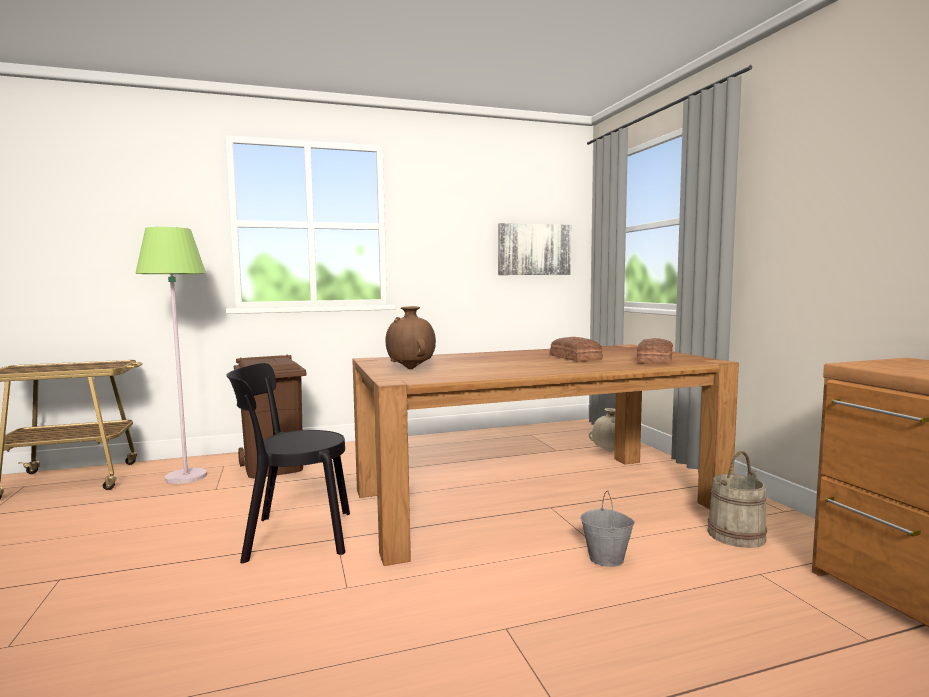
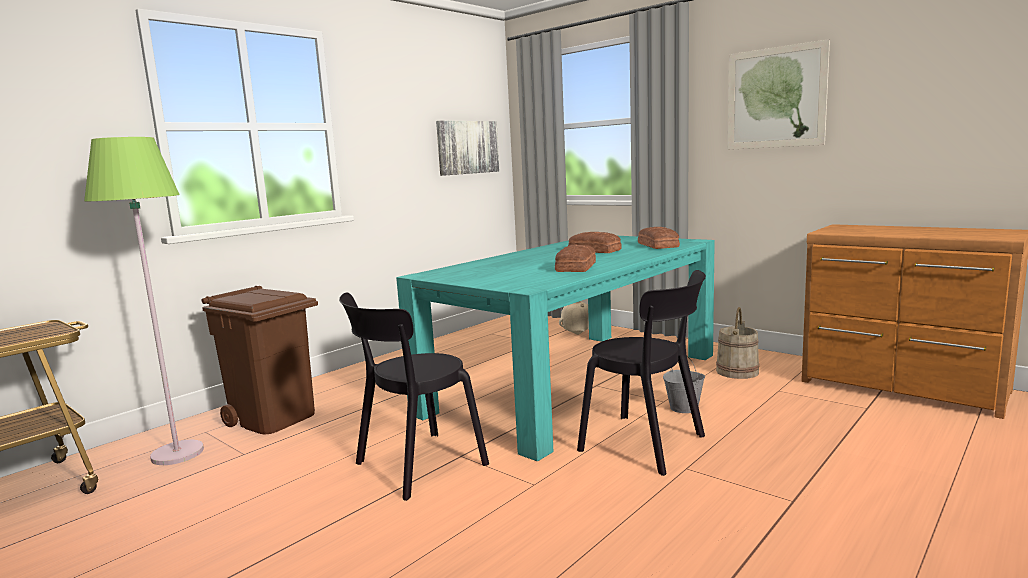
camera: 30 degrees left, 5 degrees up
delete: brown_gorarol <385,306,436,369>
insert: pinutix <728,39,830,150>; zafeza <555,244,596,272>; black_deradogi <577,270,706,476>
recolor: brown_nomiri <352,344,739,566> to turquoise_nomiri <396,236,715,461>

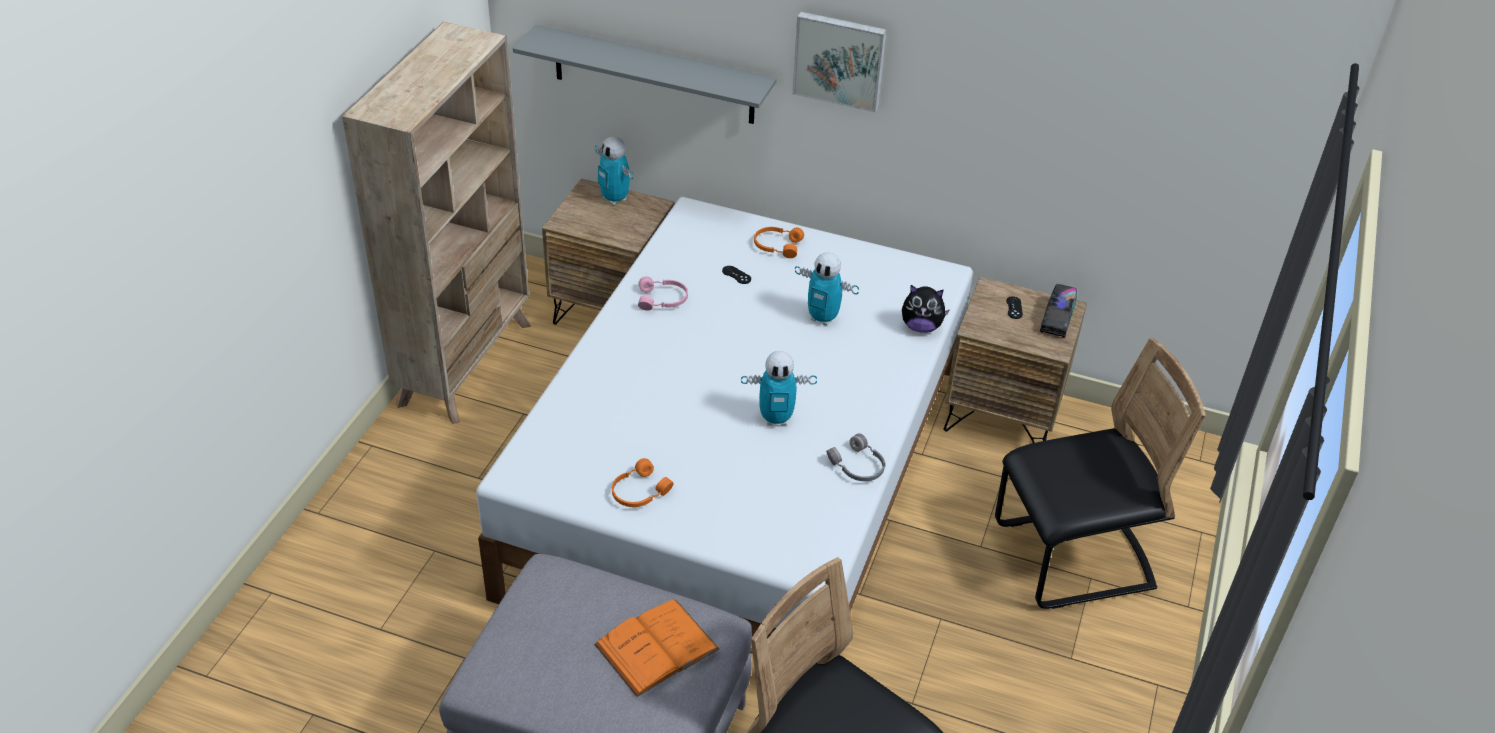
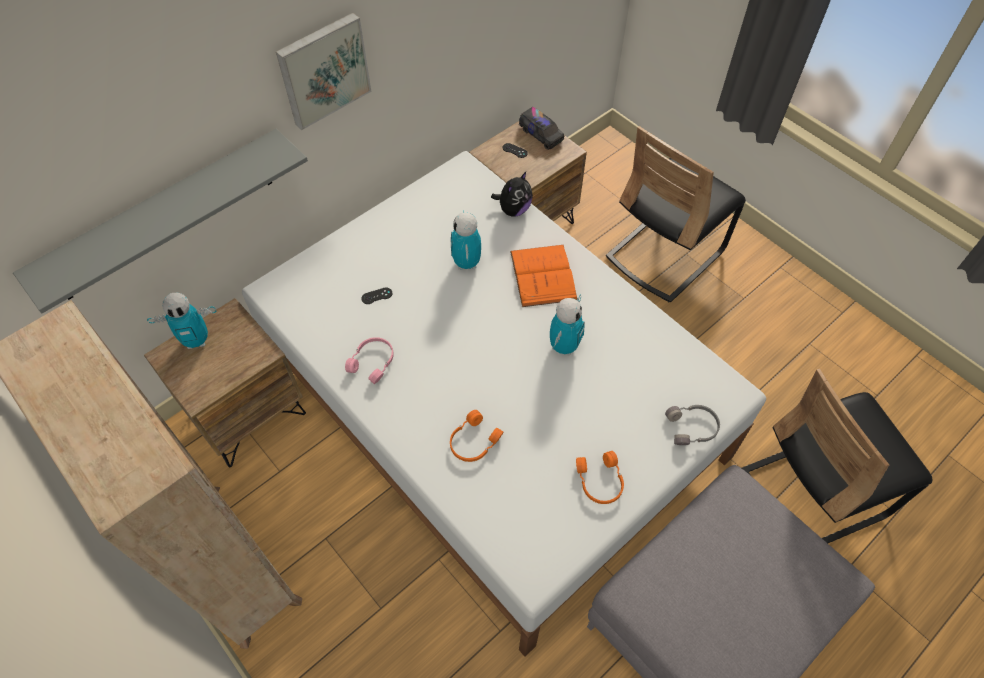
camera: 60 degrees left, 15 degrees up
move: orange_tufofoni <754,227,804,258> to <450,410,503,462>; grey_tufofoni <826,434,885,481> to <665,405,720,445>; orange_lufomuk <594,599,719,697> to <510,245,578,307>
rotate: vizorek <795,252,859,326> = <450,210,481,270> 120 degrees clockwise; black_deradogi <995,338,1206,609> = <606,126,746,303> 150 degrees counterclockwise

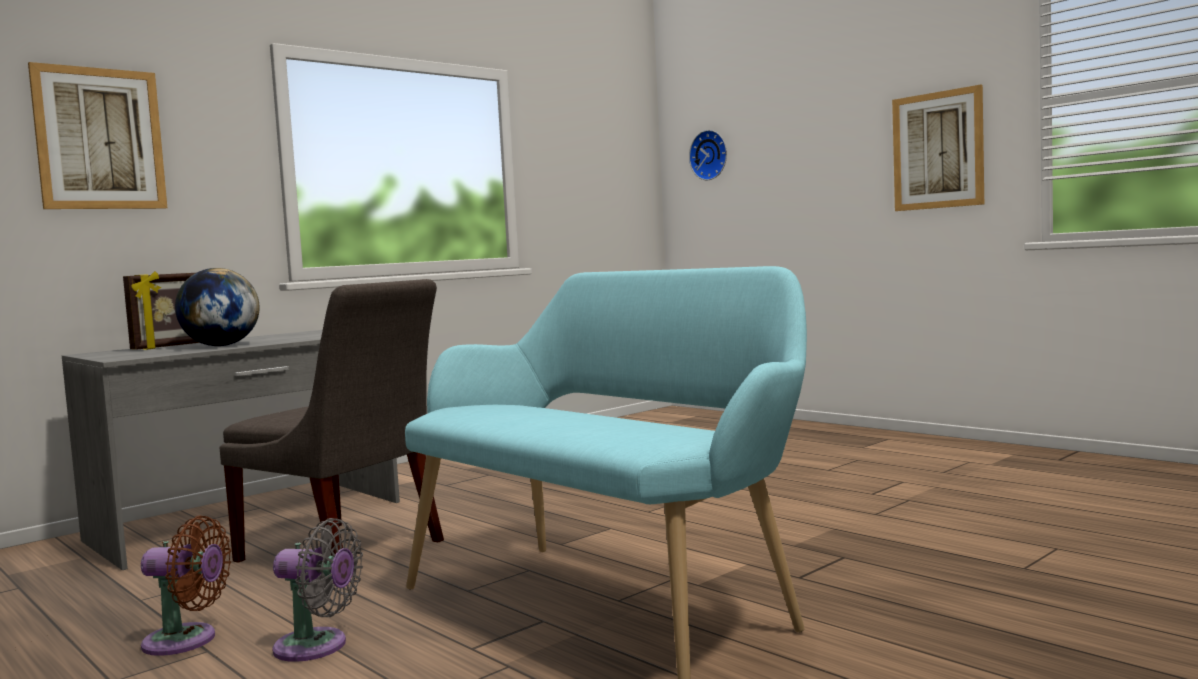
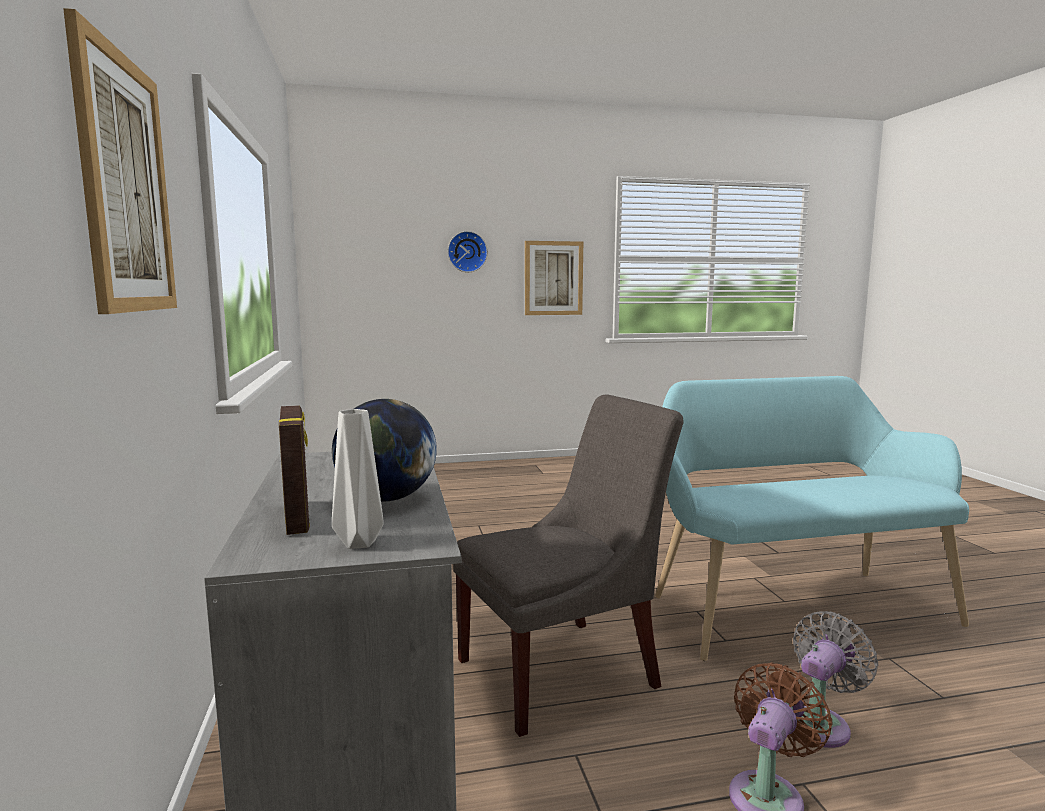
camera: 60 degrees left, 5 degrees up
insert: grey_gorarol <332,409,384,549>
move: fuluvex <689,130,727,180> to <448,231,488,272>

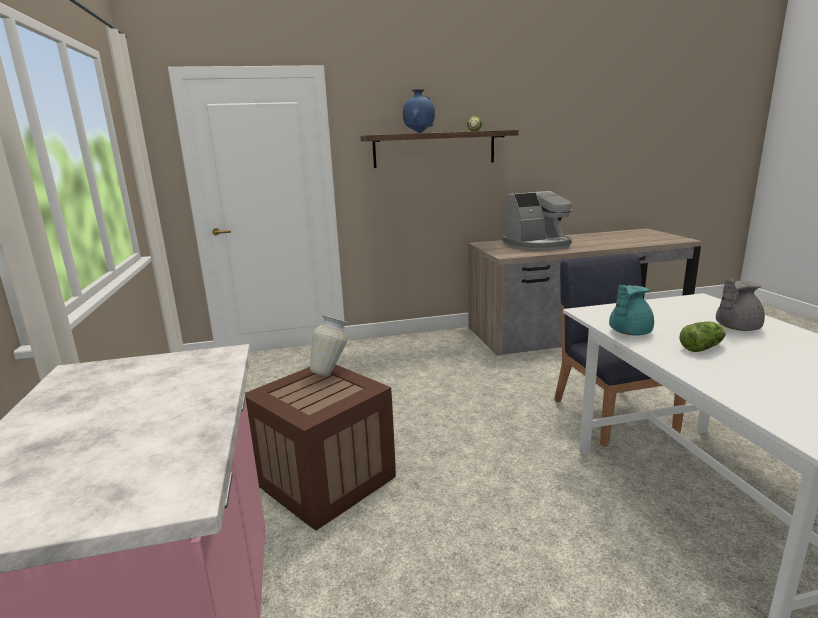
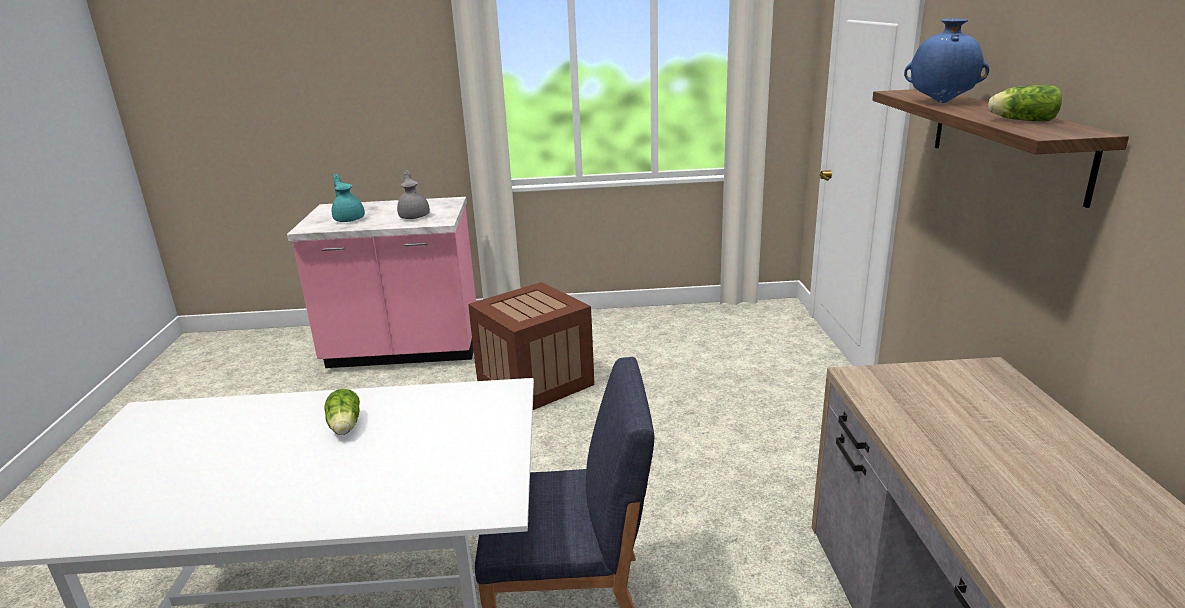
camera: 100 degrees right, 5 degrees up
delete: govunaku <503,191,572,251>; gorarol <310,315,349,376>
move: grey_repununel <716,278,765,331> to <397,170,430,219>; turquoise_repununel <609,285,654,336> to <332,174,365,222>

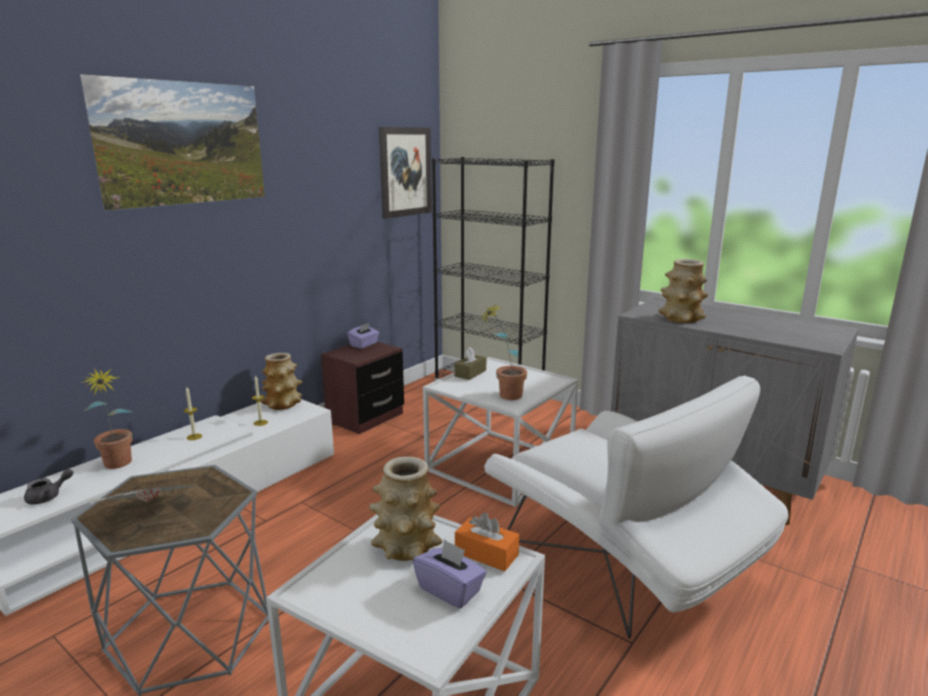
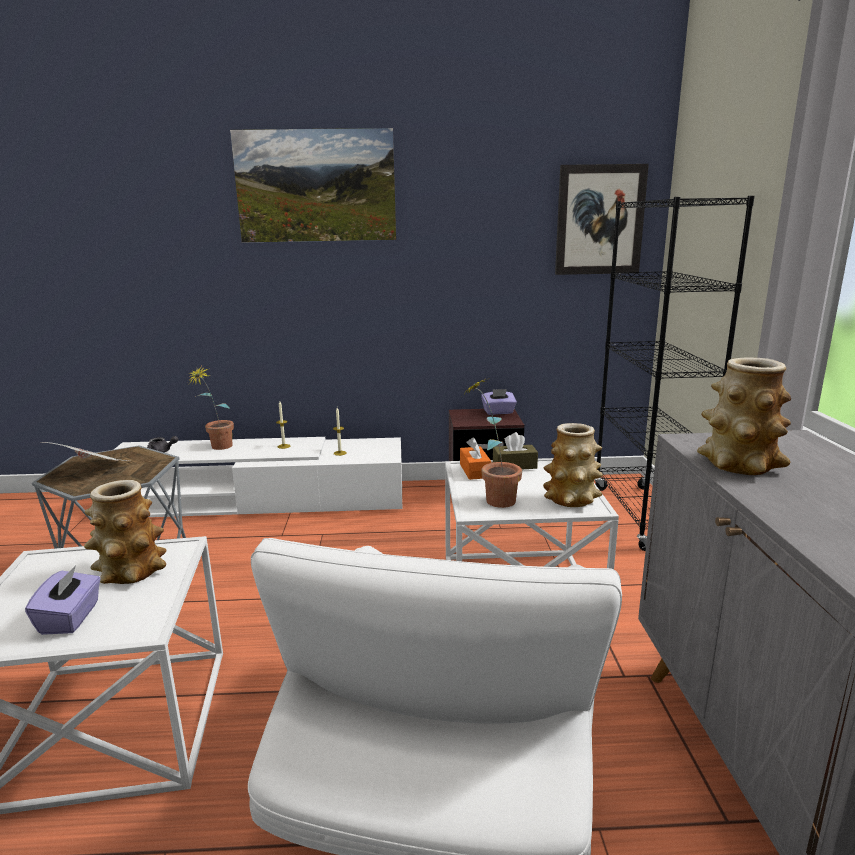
camera: 50 degrees right, 0 degrees up
move: gorarol <261,353,302,410> to <543,423,603,507>; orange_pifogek <455,513,519,571> to <460,438,491,480>

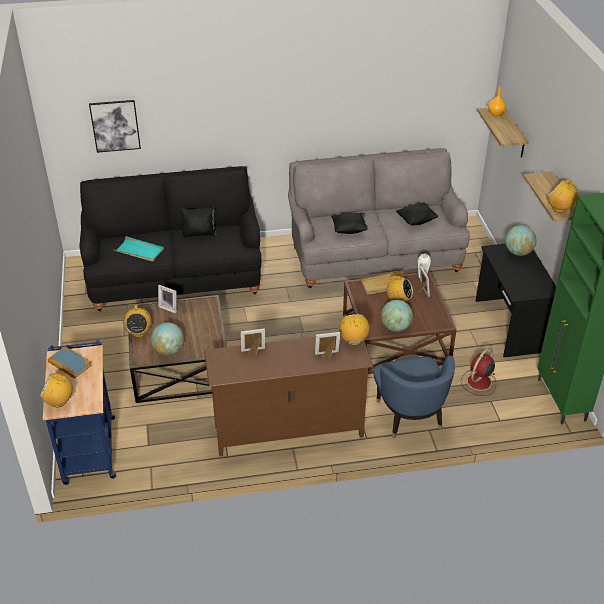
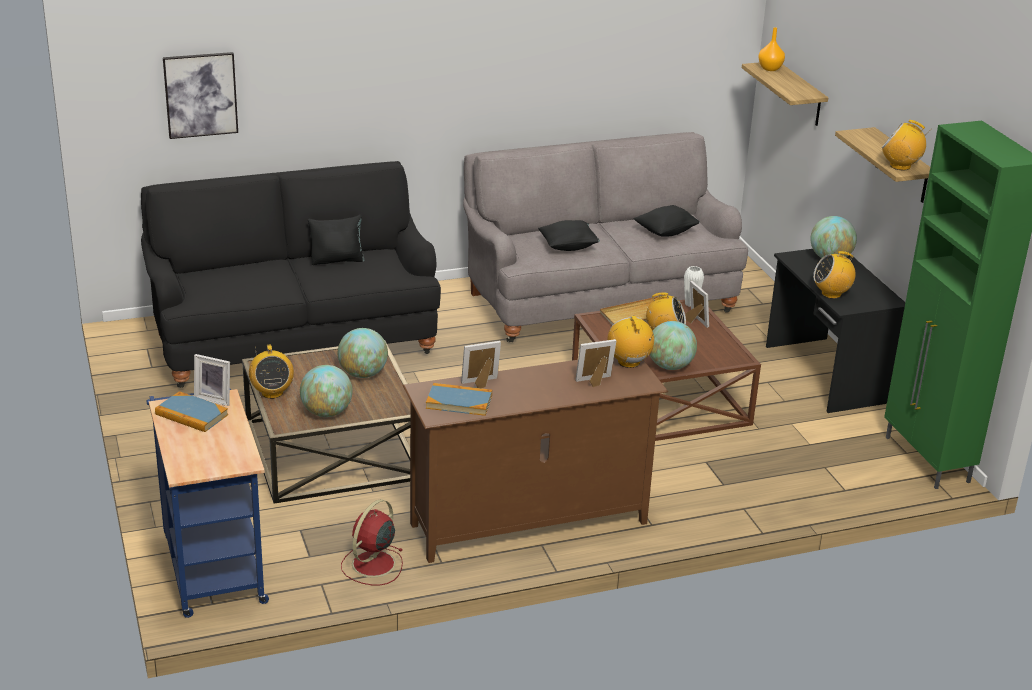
camera: 10 degrees left, 10 degrees down
delete: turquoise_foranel <114,236,164,262>; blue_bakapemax <374,355,455,438>
insert: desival <338,328,388,378>; lufomuk <426,383,492,416>
move: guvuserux <158,285,177,313> to <194,354,230,406>; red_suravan <461,348,496,396> to <341,499,403,585>; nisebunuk <40,373,73,407> to <813,251,856,299>

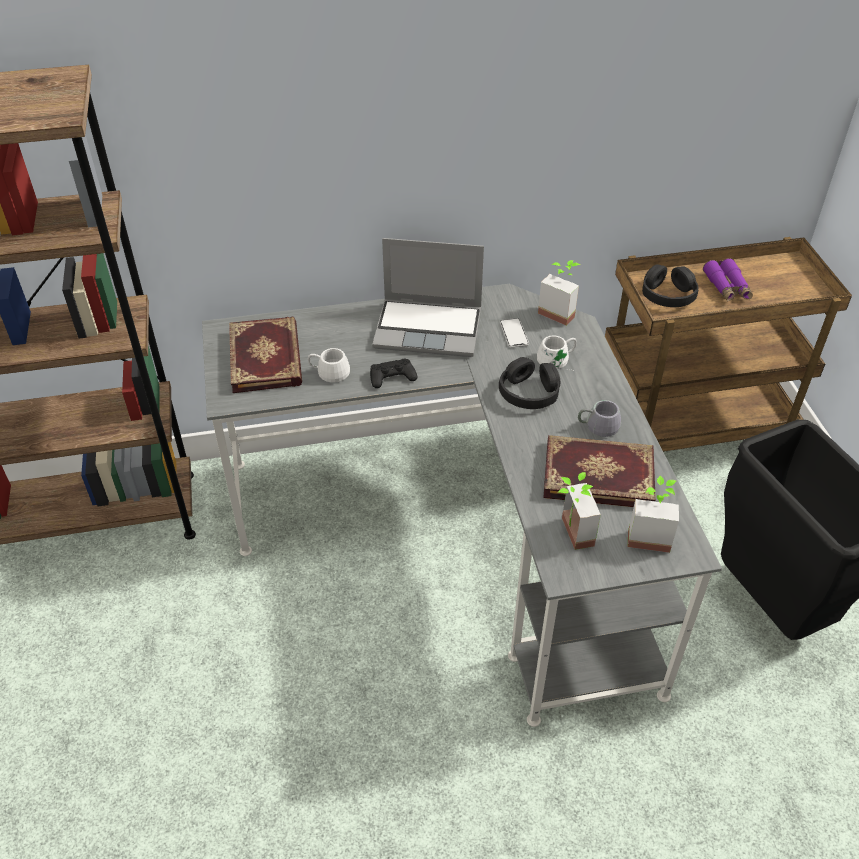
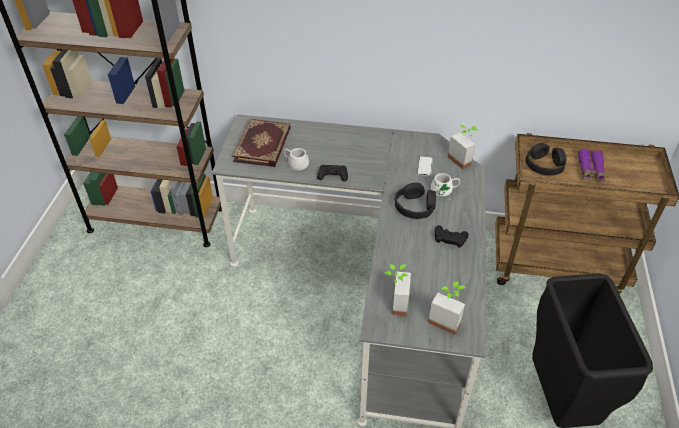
camera: 20 degrees right, 0 degrees up
delete: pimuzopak <372,238,484,357>; lufomuk <543,435,656,507>
replace: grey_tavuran <578,400,621,437> to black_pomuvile <435,225,469,248>

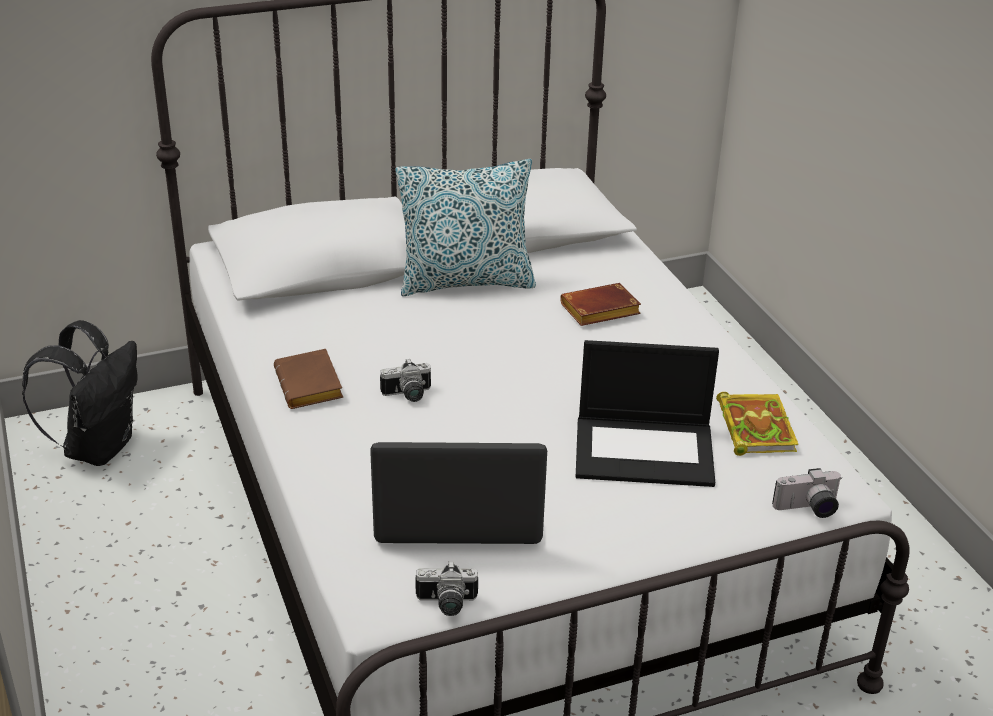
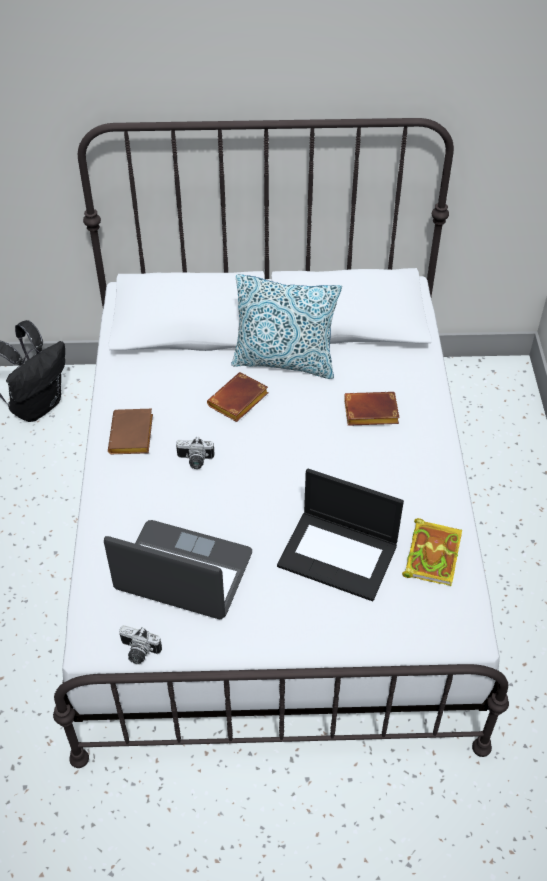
camera: 20 degrees right, 15 degrees up
delete: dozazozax <772,468,842,518>
insert: brown_lufomuk <207,372,269,422>

